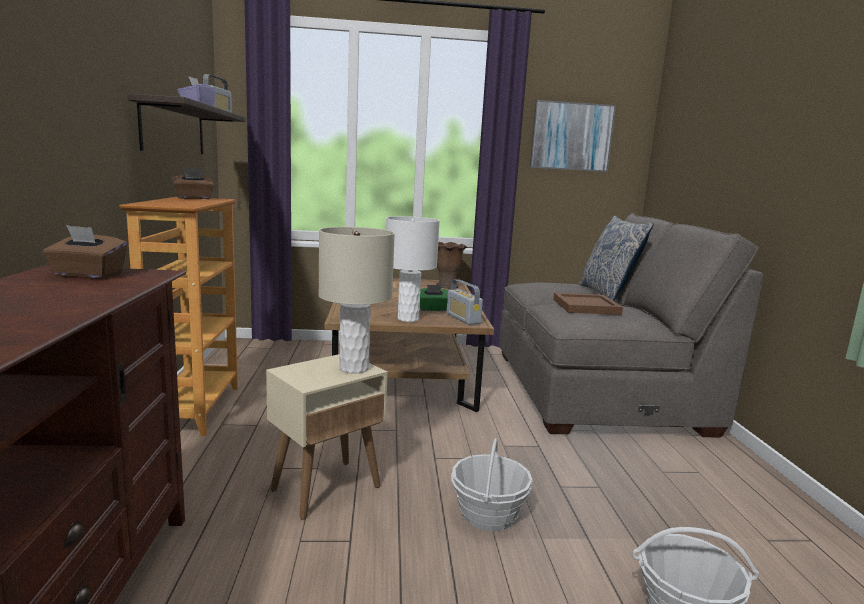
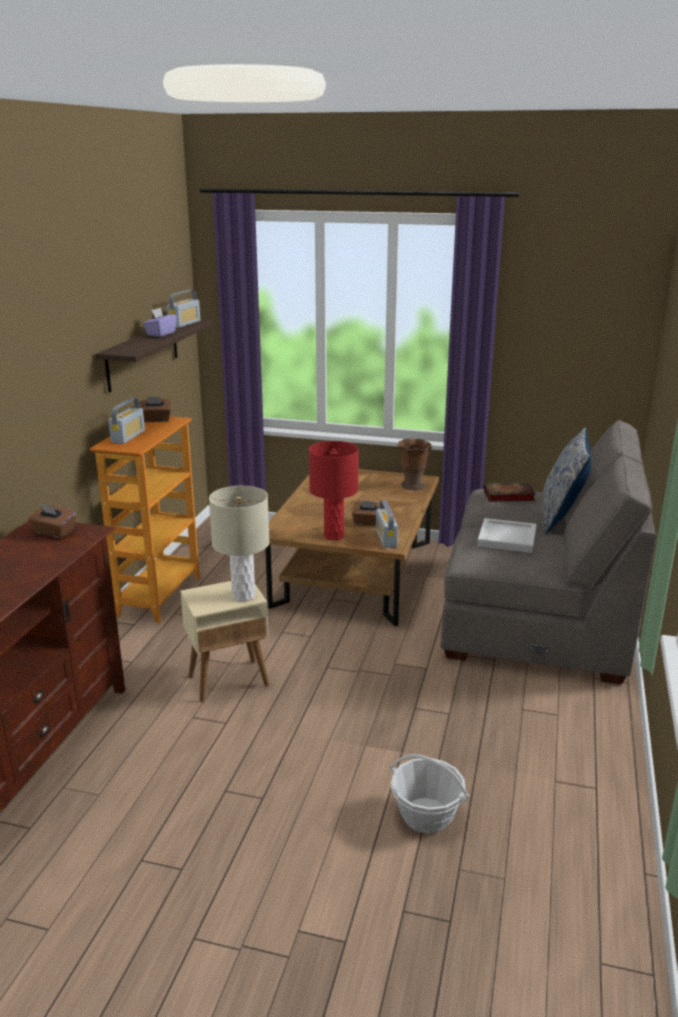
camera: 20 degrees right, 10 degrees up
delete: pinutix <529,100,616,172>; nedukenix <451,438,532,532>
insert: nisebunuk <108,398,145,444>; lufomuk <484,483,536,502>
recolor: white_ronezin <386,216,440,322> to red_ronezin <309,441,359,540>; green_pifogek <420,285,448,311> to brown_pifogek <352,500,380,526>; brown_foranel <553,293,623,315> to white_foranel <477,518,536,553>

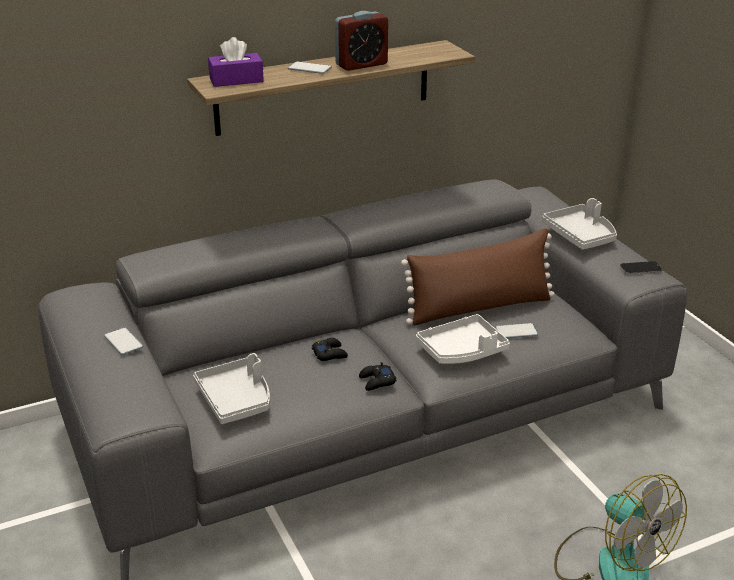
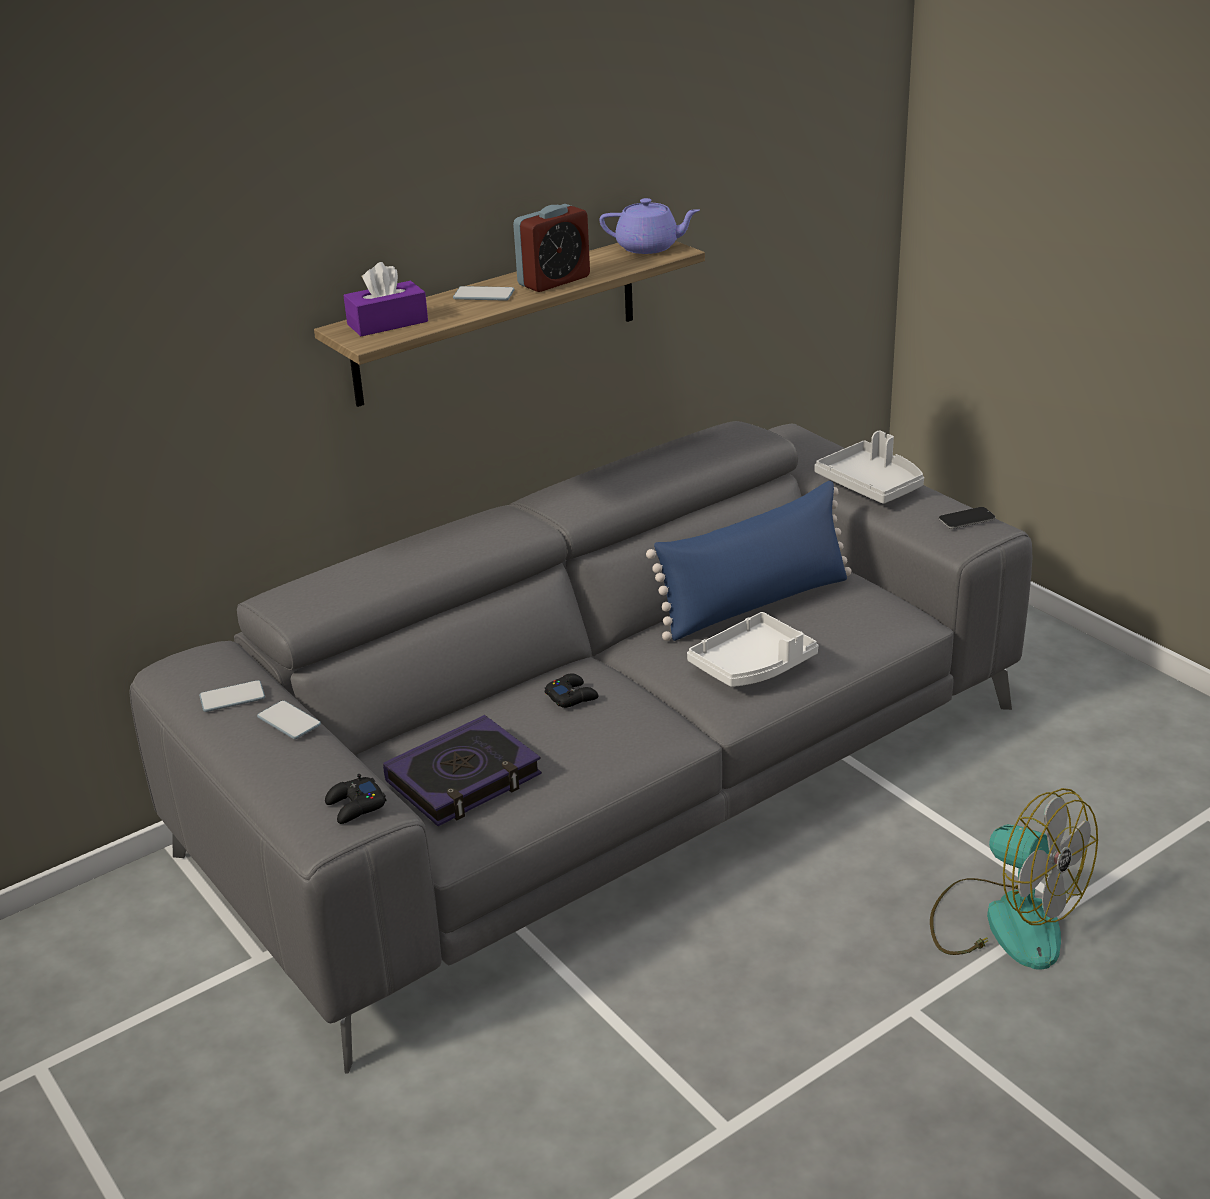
camera: 10 degrees left, 0 degrees up
insert: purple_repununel <600,198,700,254>
move: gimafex <495,323,538,338> to <199,680,265,712>; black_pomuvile <359,362,396,391> to <325,774,386,824>
replace: grey_foranel <193,353,270,424> to lufomuk <383,715,542,826>
recolor: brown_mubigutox <401,228,555,326> to blue_mubigutox <646,481,852,641>

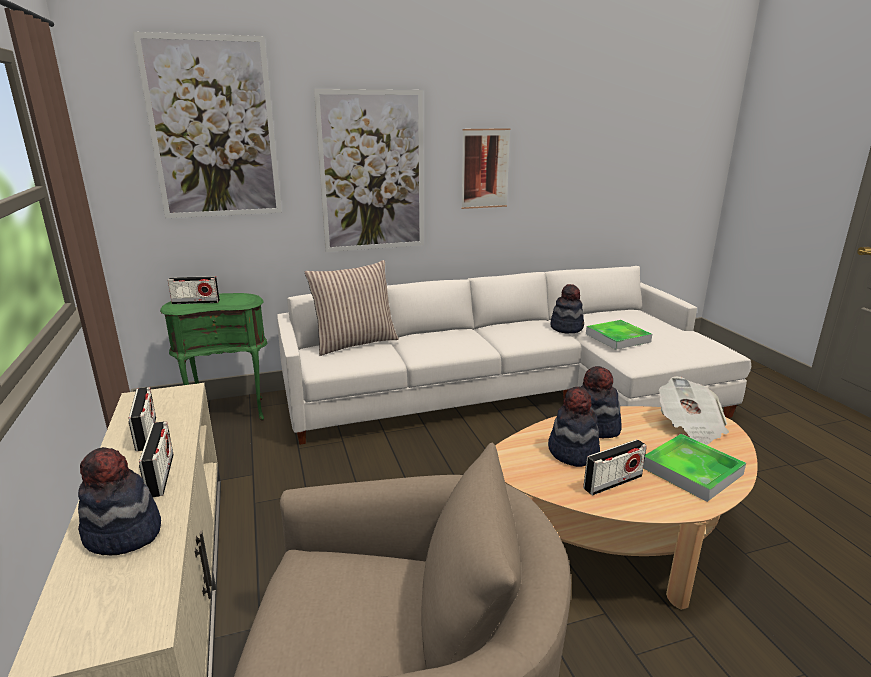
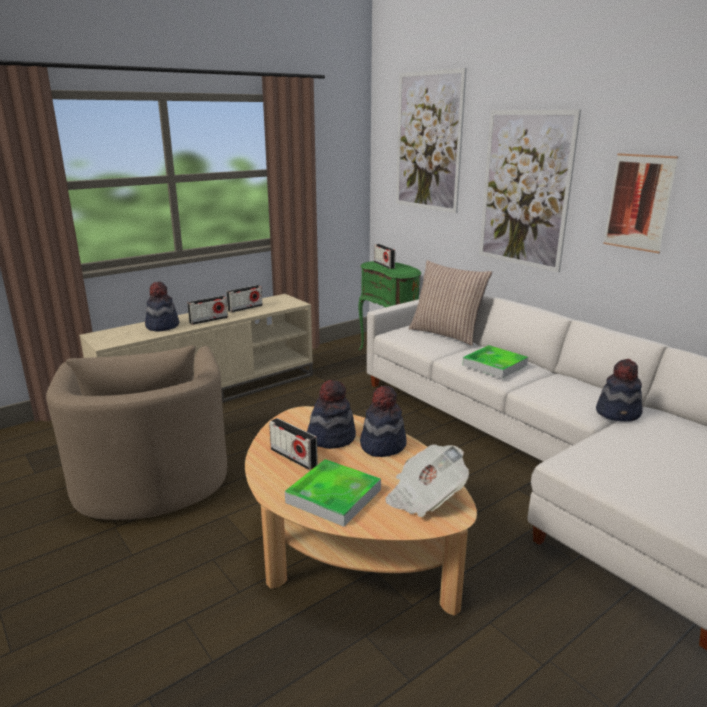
camera: 70 degrees right, 0 degrees up
move: foranel <586,320,652,350> to <463,345,528,379>

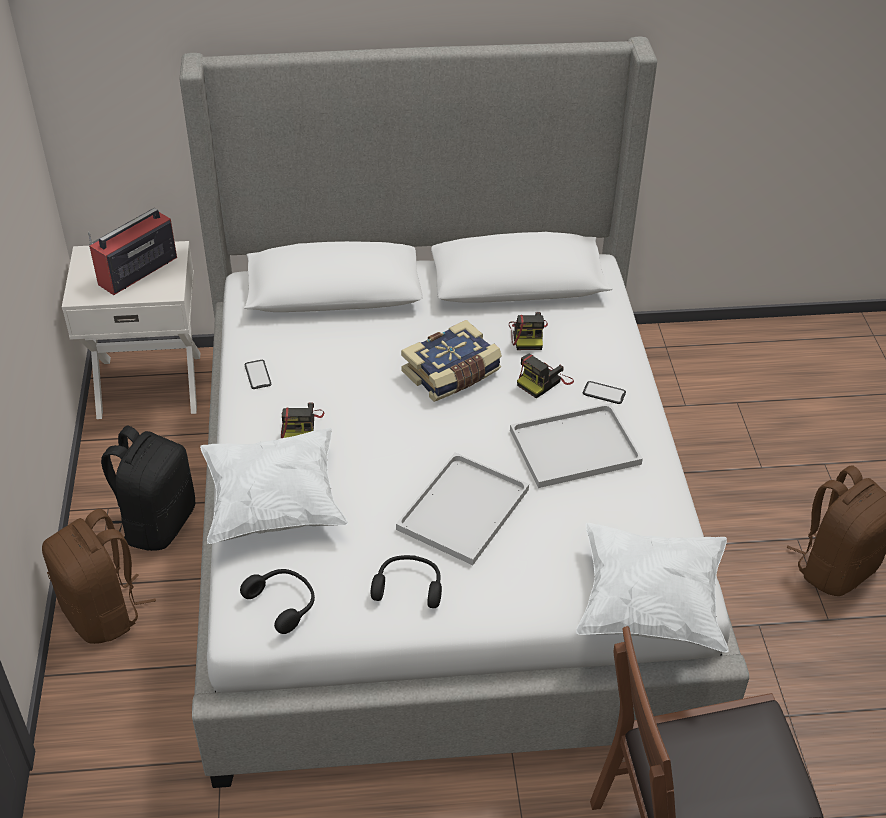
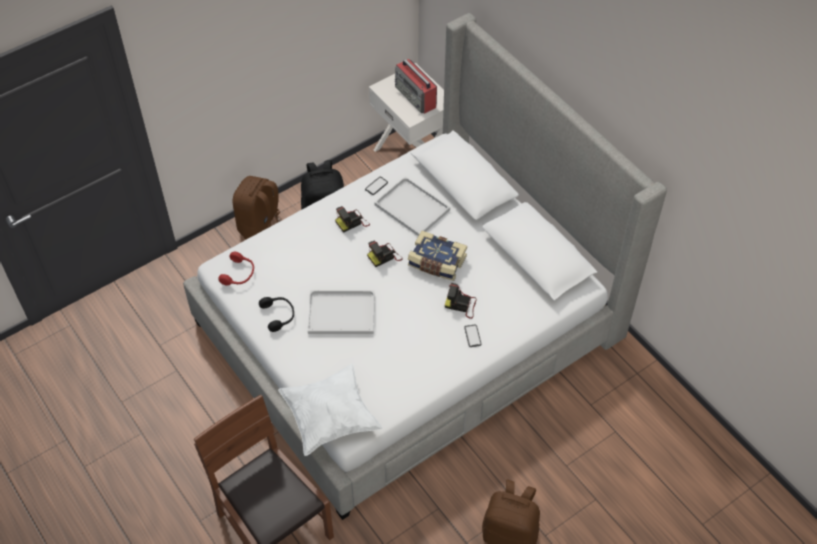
camera: 60 degrees right, 10 degrees up
delete: white_mubigutox <200,428,348,544>
move: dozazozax <509,312,548,350> to <367,241,403,267>; white_foranel <510,403,643,488> to <374,176,450,236>
recolor: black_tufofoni <240,569,315,634> to red_tufofoni <218,252,254,286>
rotate: nisebunuk <88,208,177,295> = <395,59,437,114> 135 degrees counterclockwise

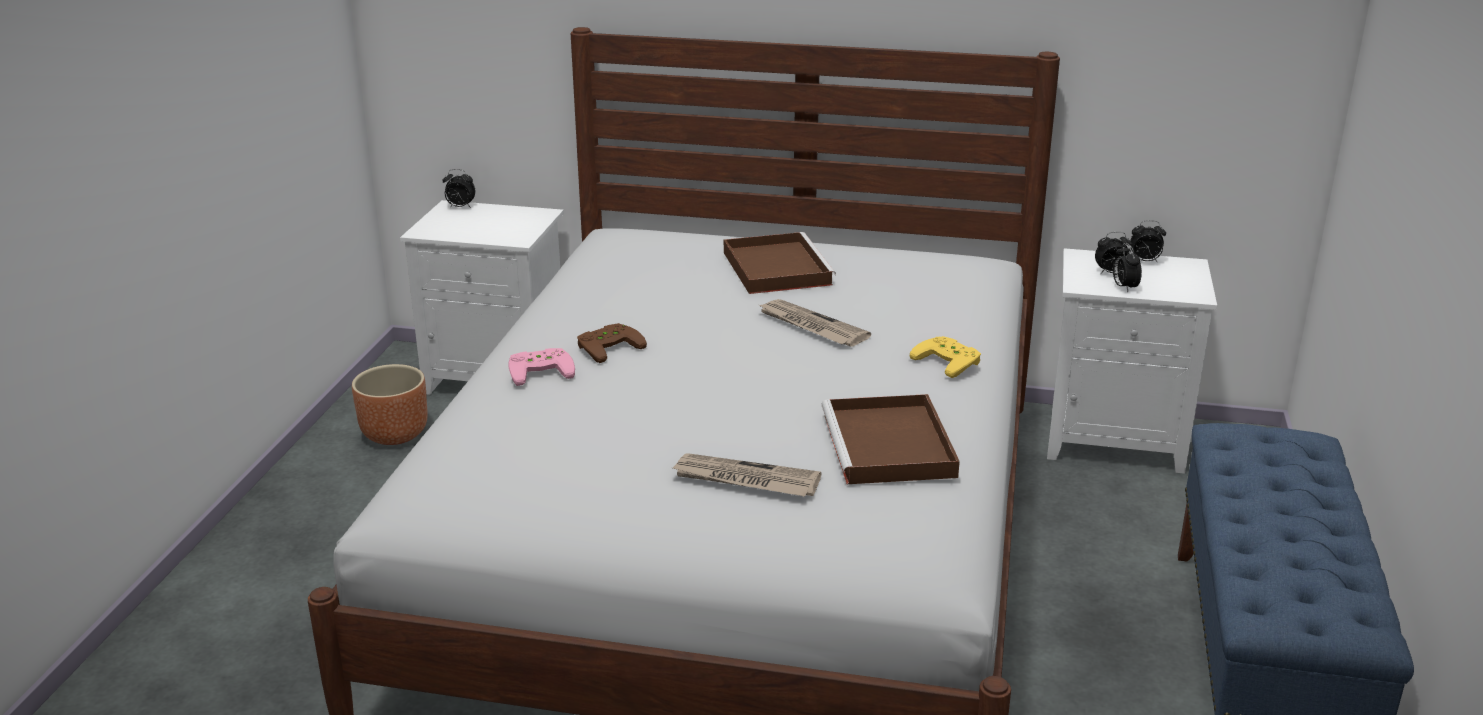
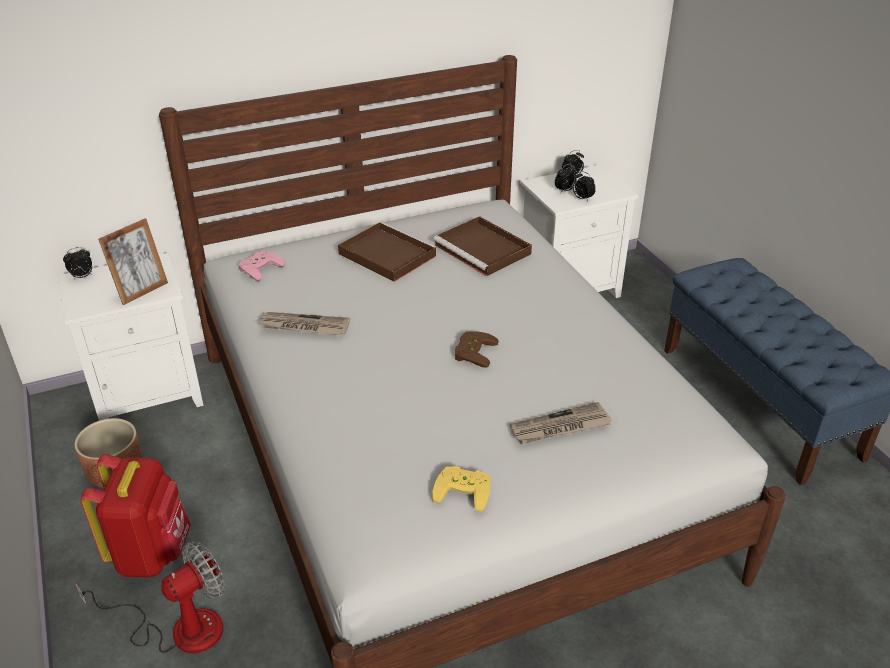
camera: 35 degrees left, 10 degrees up
insert: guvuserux <98,218,168,305>; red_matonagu <81,454,191,577>; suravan <75,541,224,653>
move: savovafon <757,299,871,347> to <258,312,350,335>; brown_pomuvile <577,323,647,363> to <455,331,499,368>; yellow_pomuvile <910,336,981,378> to <432,467,491,511>; pink_pomuvile <508,348,575,386> to <238,251,285,281>; brown_foranel <822,394,960,484> to <433,216,532,276>

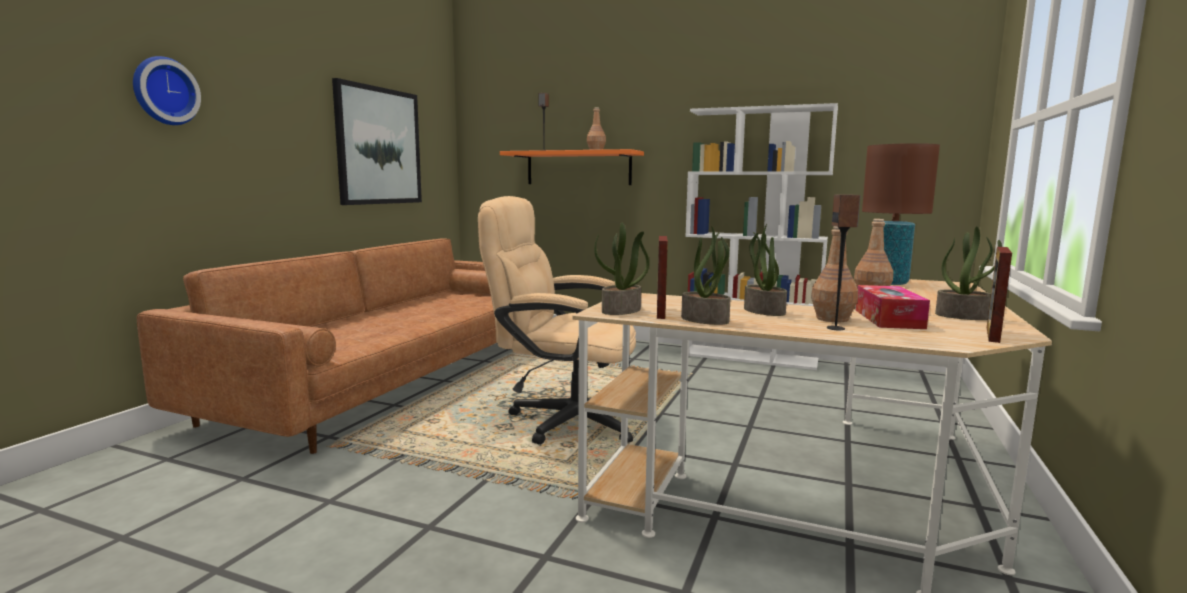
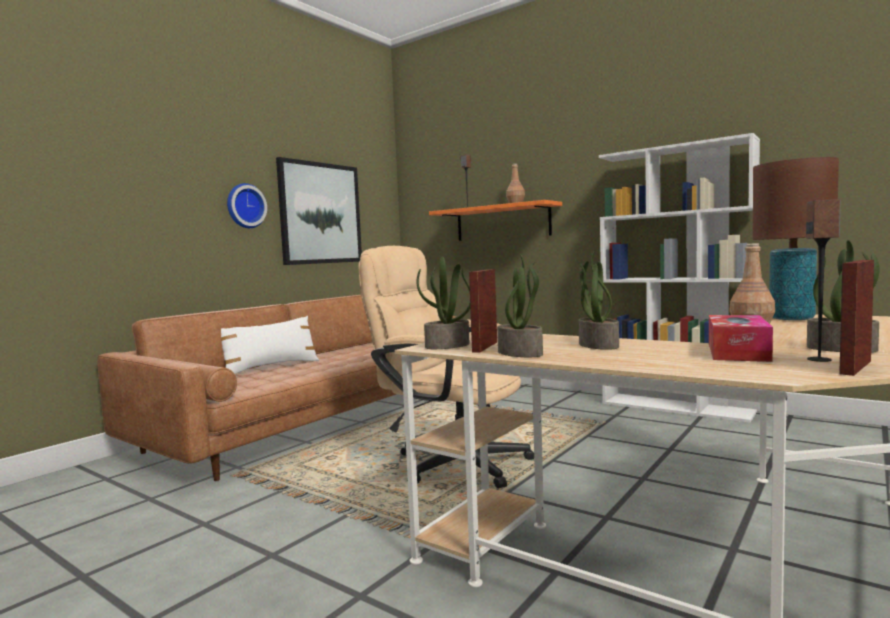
camera: 15 degrees right, 5 degrees down
delete: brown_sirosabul <811,226,858,322>
insert: white_mubigutox <221,316,319,374>
move: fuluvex <133,56,201,125> to <227,183,267,228>; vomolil <827,194,861,330> to <806,199,841,362>

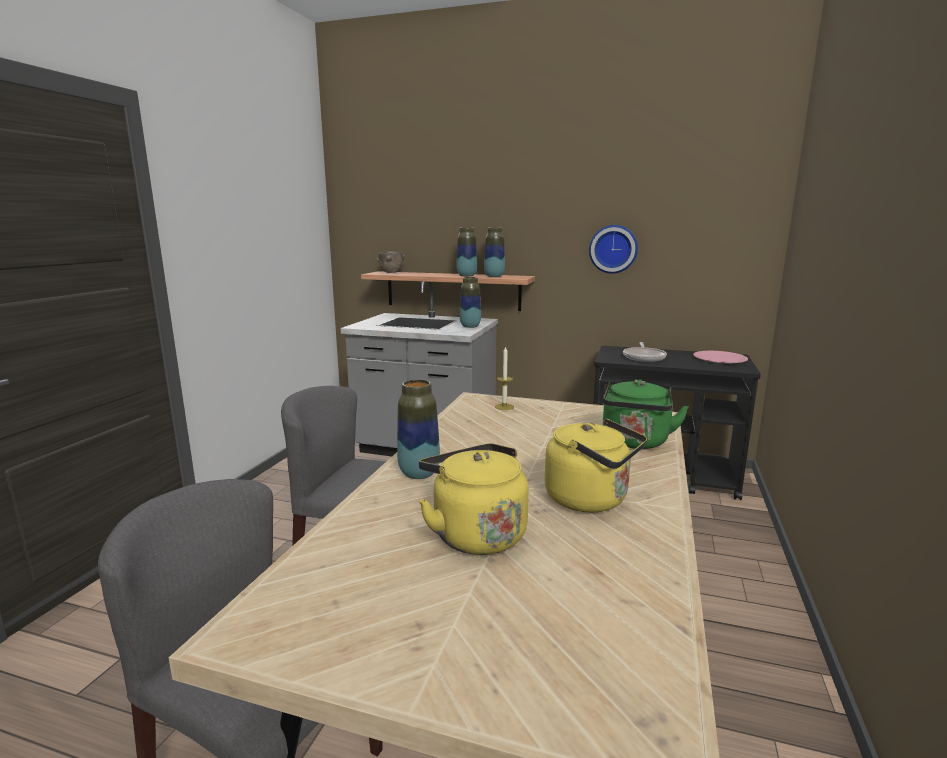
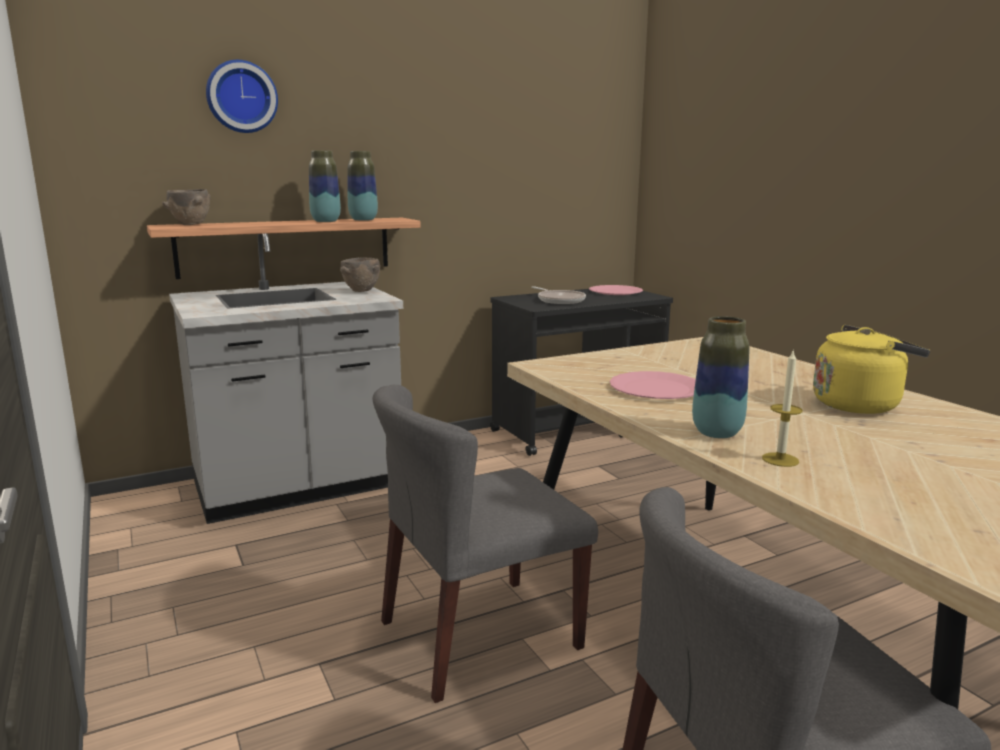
camera: 45 degrees left, 0 degrees up
delete: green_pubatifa <603,379,689,449>; yellow_pubatifa <419,443,529,555>
insert: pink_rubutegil <610,371,696,399>
move: fuluvex <589,225,638,274> to <206,60,278,133>; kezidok <495,346,514,410> to <762,351,803,467>
replace: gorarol <460,277,481,328> to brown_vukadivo <340,257,380,292>

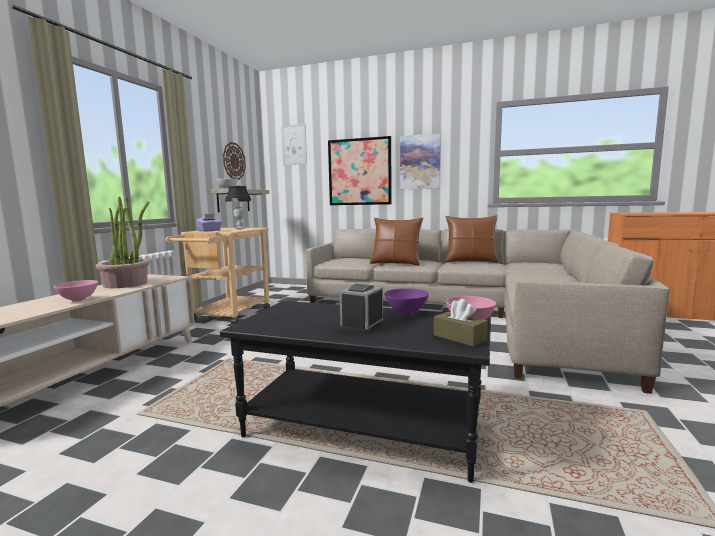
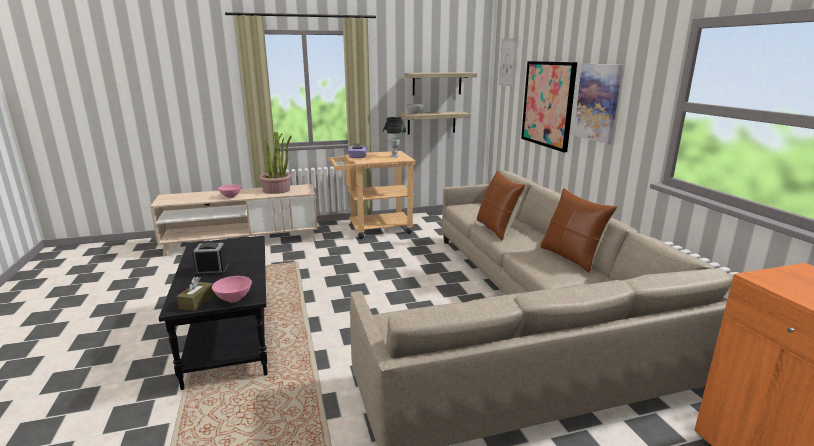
camera: 55 degrees right, 10 degrees up
delete: purple_vukadivo <384,288,429,315>
replace: fuluvex <223,142,246,180> to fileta <405,72,477,95>

